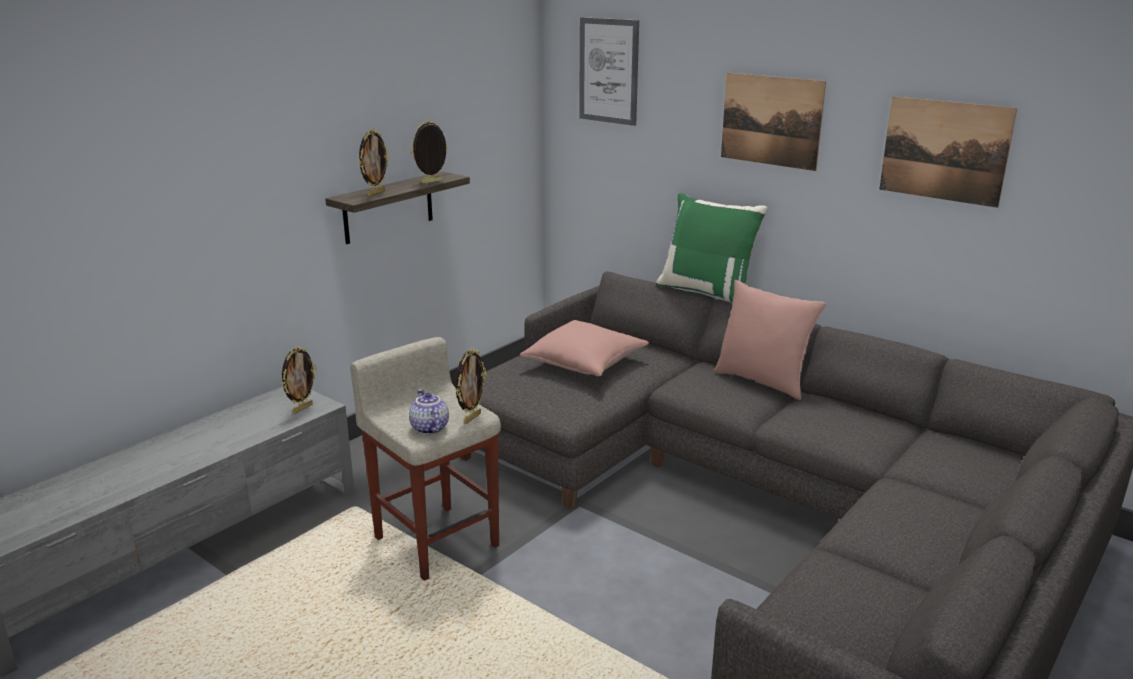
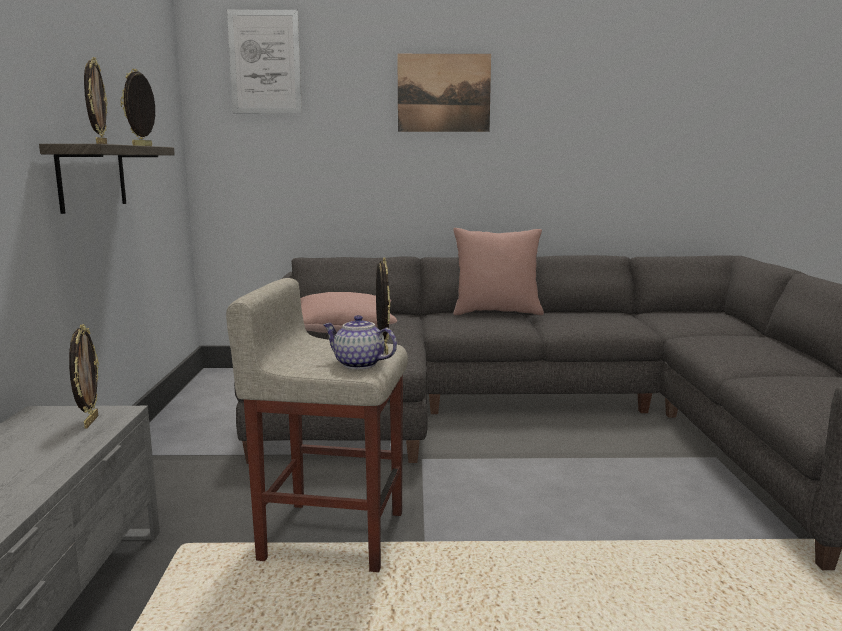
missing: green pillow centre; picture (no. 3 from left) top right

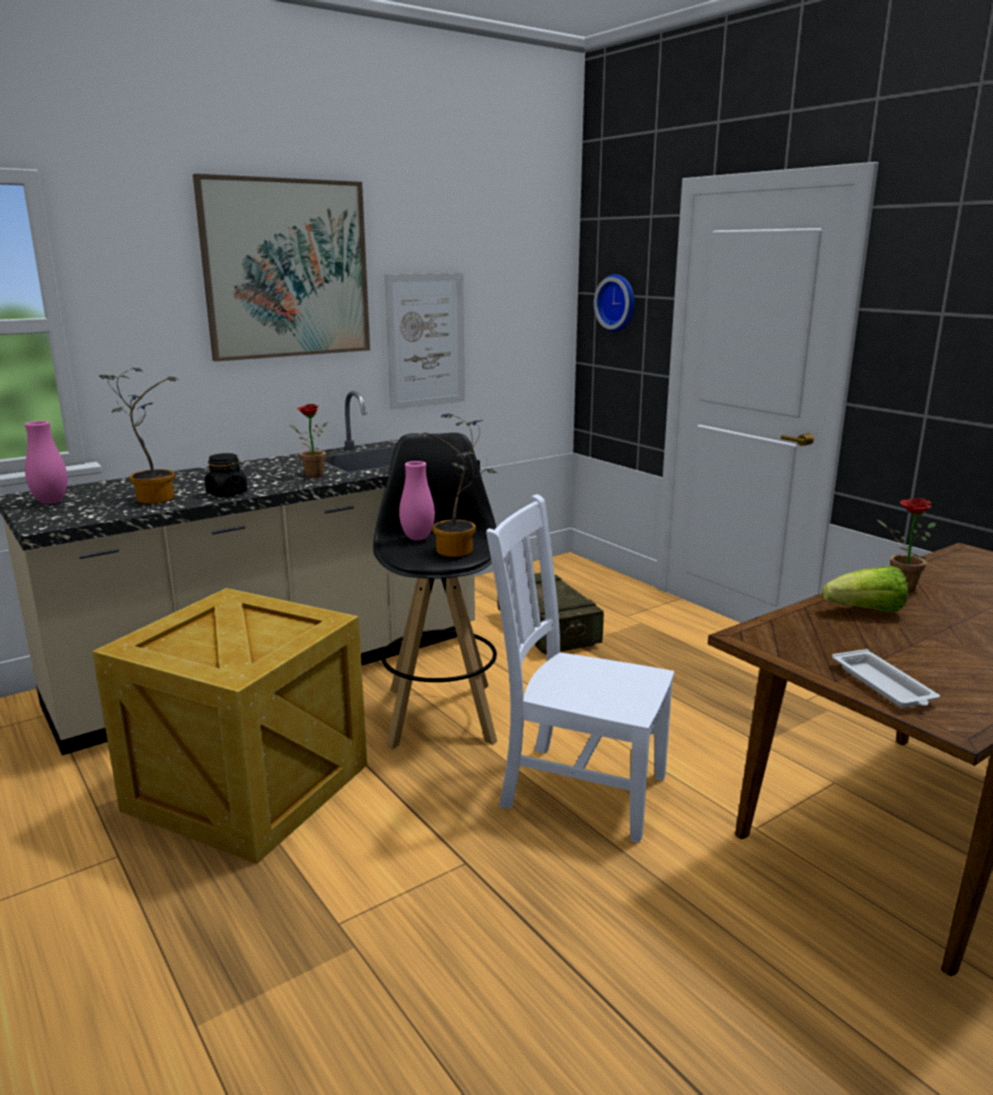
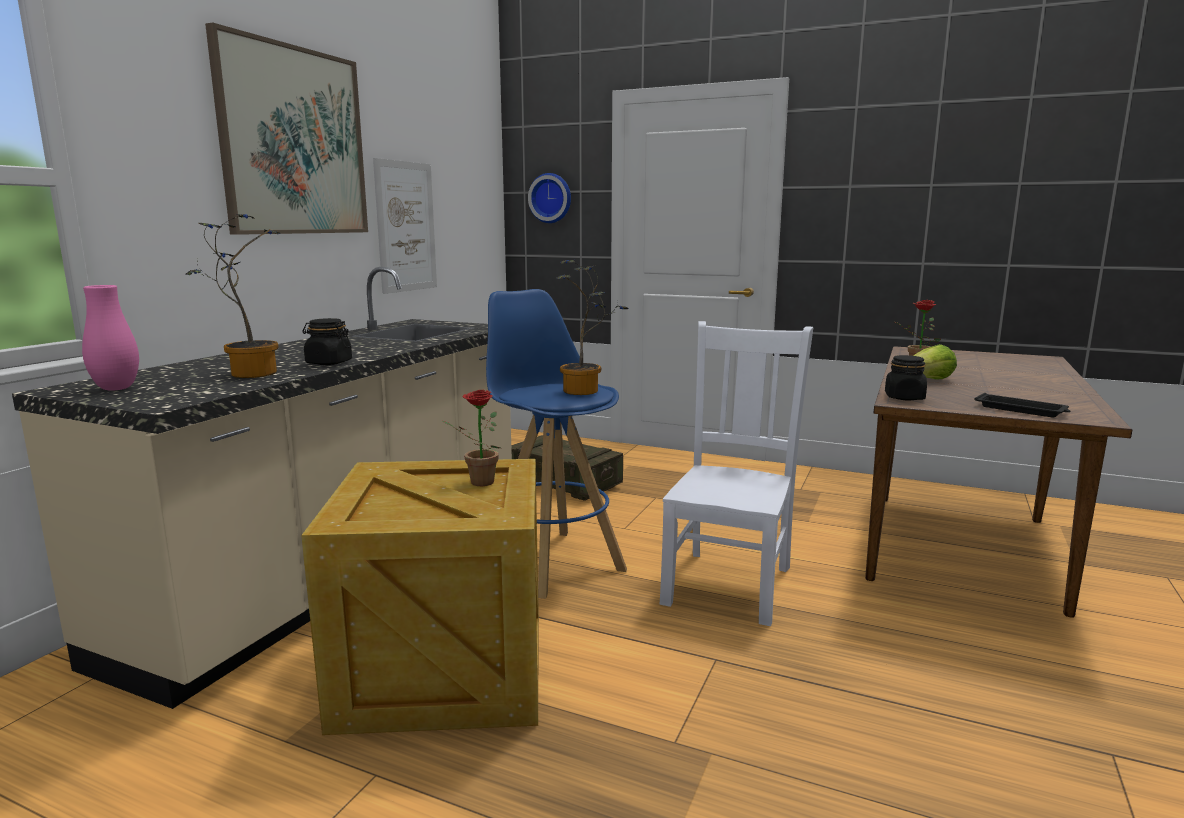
missing: pink vase (no. 2 from left) centre
appeared: black jar (no. 2 from left) middle right
relocated: potted plant (no. 2 from left) middle left to centre
colour: black stool centre to blue stool centre; white tray middle right to black tray middle right
spun: white chair centre = centre 120 degrees clockwise

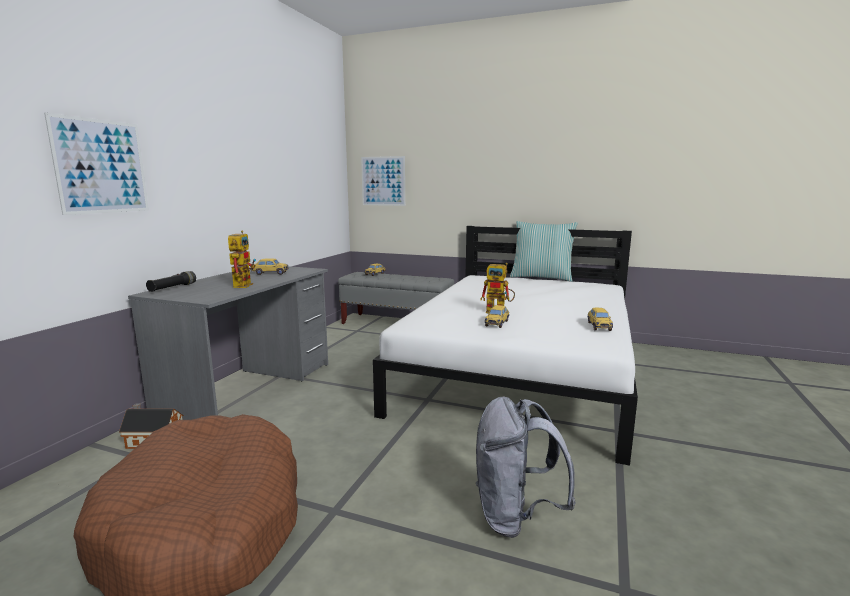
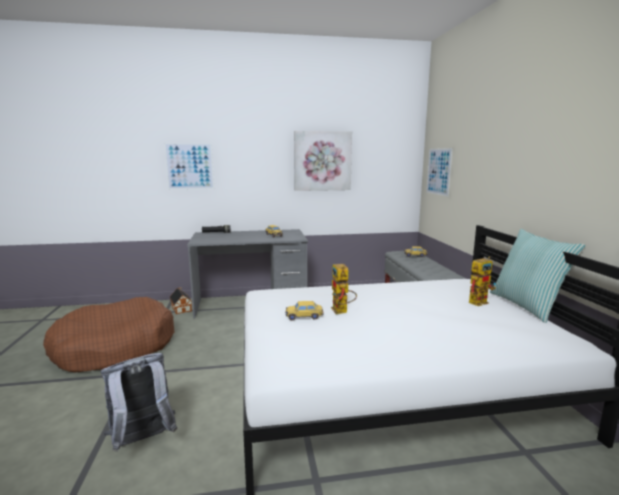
missing: toy car (no. 4 from left) middle right
appeared: picture (no. 2 from left) top centre
relocated: toy robot (no. 1 from left in the first image) middle left to toy robot (no. 2 from left) middle right

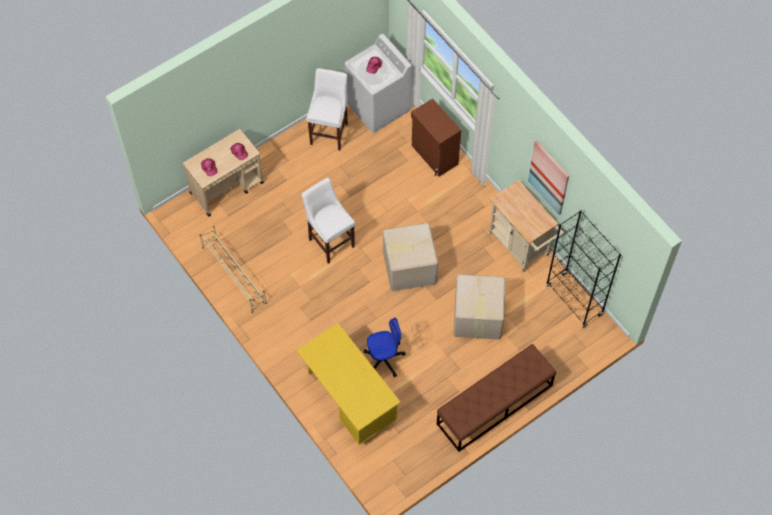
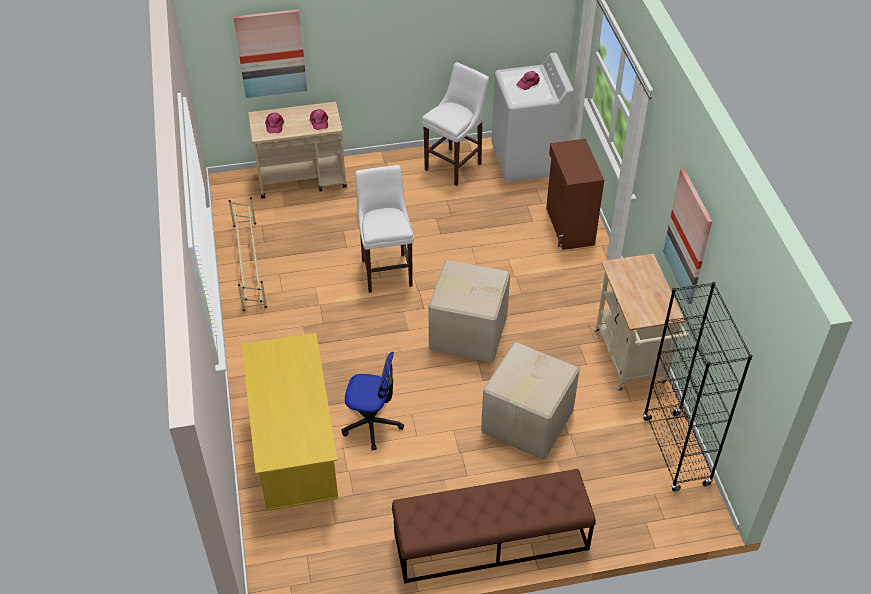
appeared: picture (no. 1 from left) top left

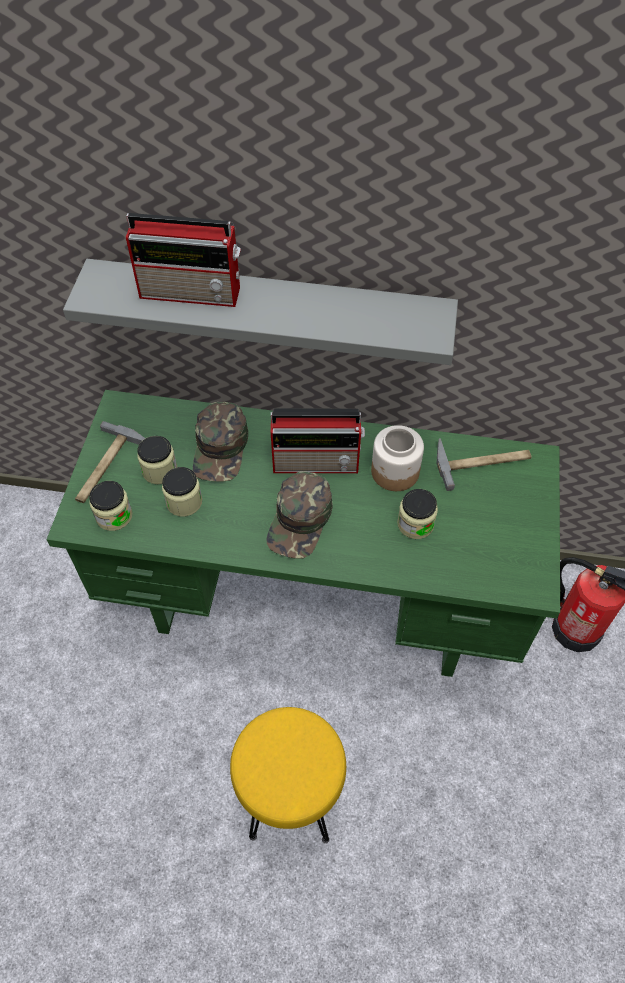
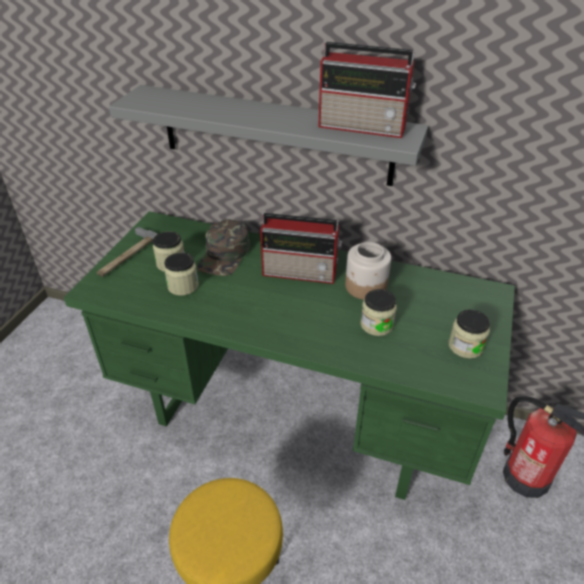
missing: green cap (no. 2 from left) centre; hammer (no. 2 from left) middle right
relocated: jar (no. 1 from left in the first image) middle left to jar (no. 5 from left) middle right; radio (no. 1 from left in the first image) top left to radio (no. 2 from left) top centre

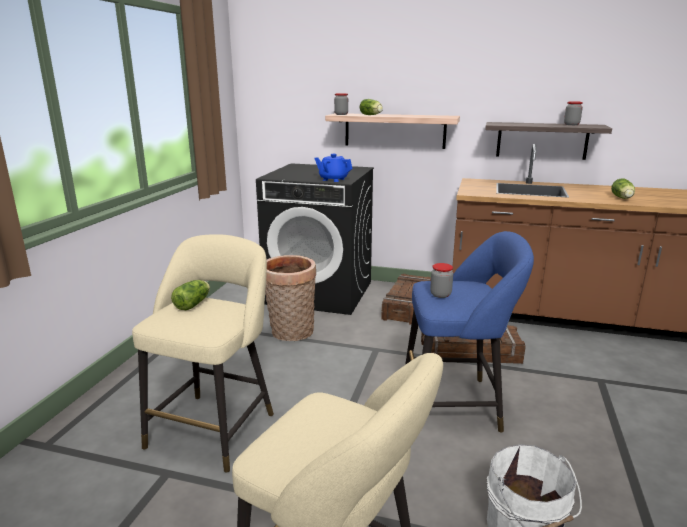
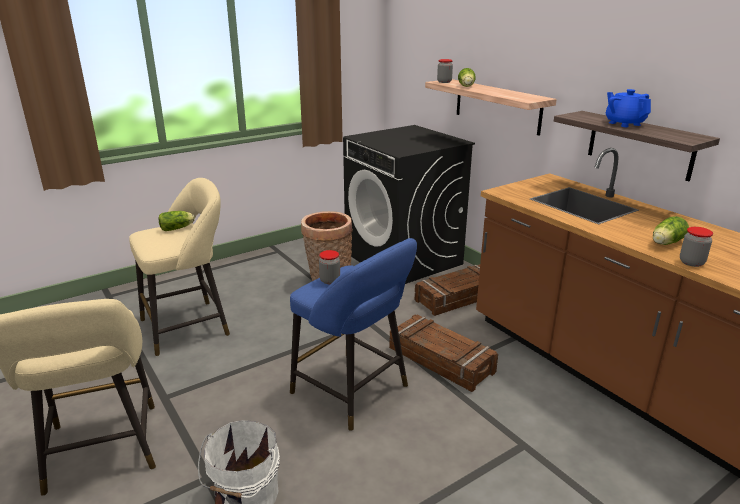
relocated: blue teapot top centre to top right; jar (no. 3 from left) top right to middle right

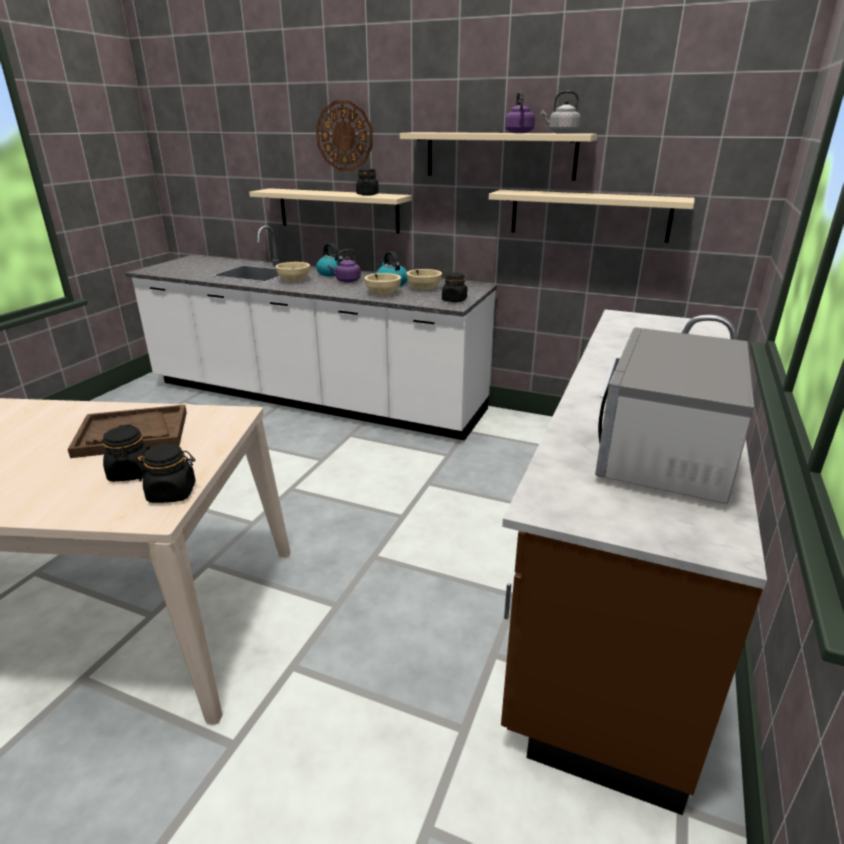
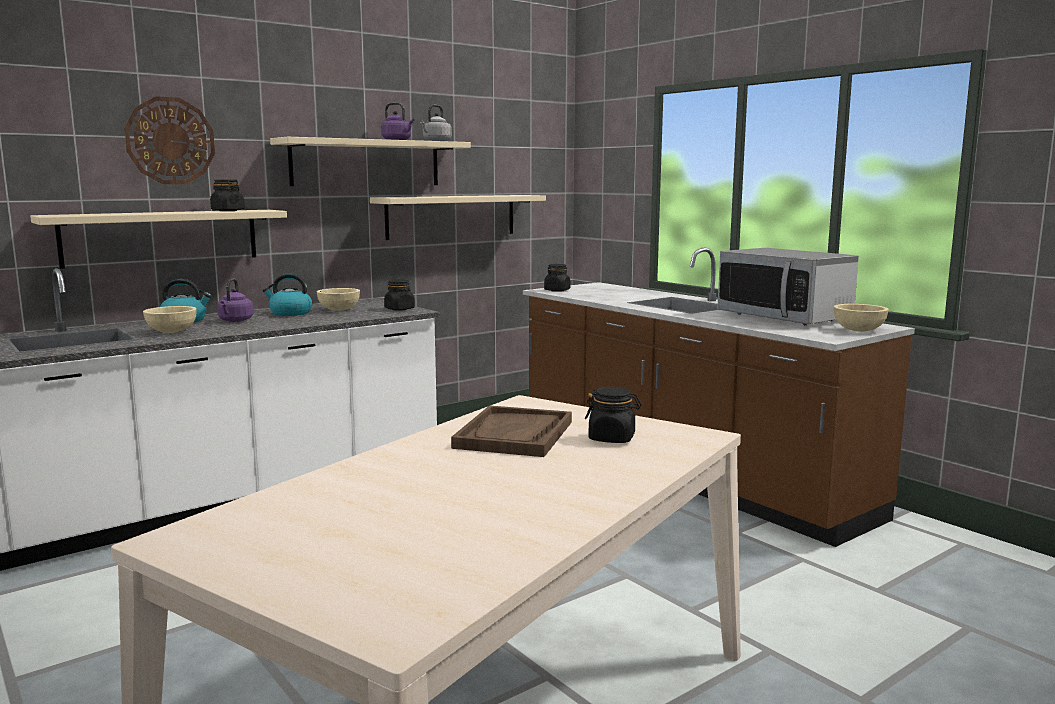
relocated: black jar (no. 2 from left in the first image) middle left to black jar (no. 3 from left) centre; beige bowl (no. 2 from left in the first image) centre to beige bowl (no. 3 from left) middle right

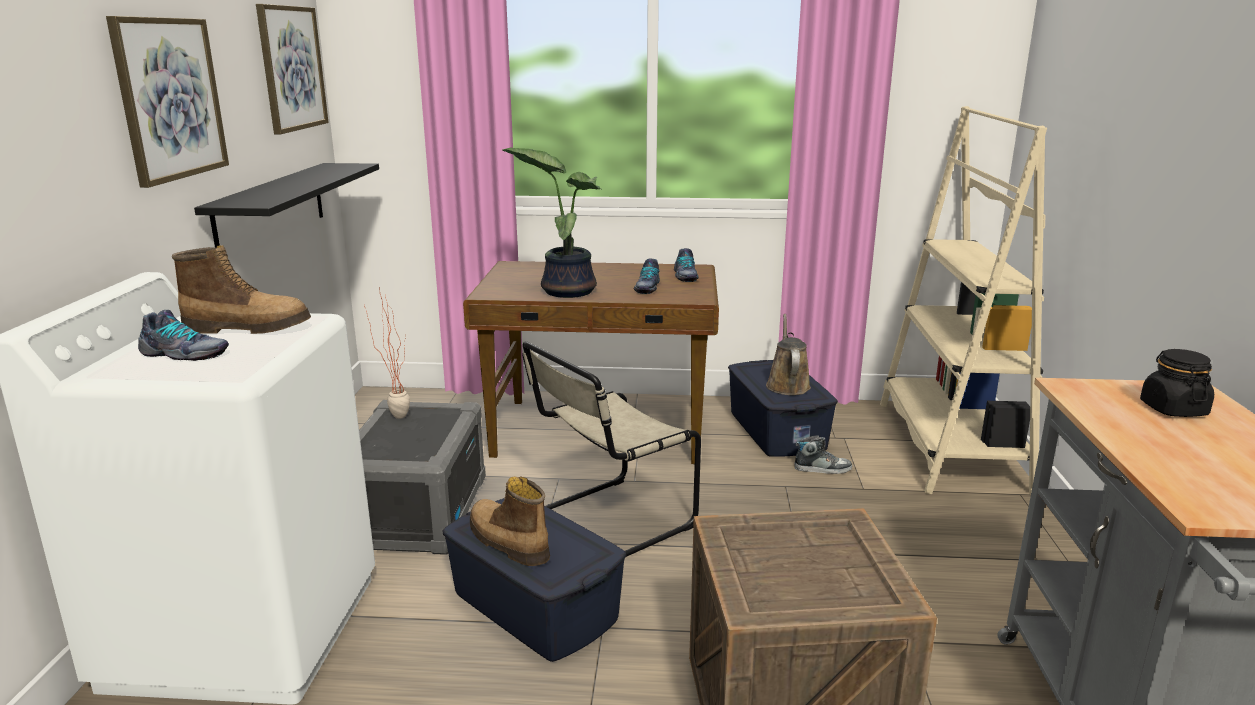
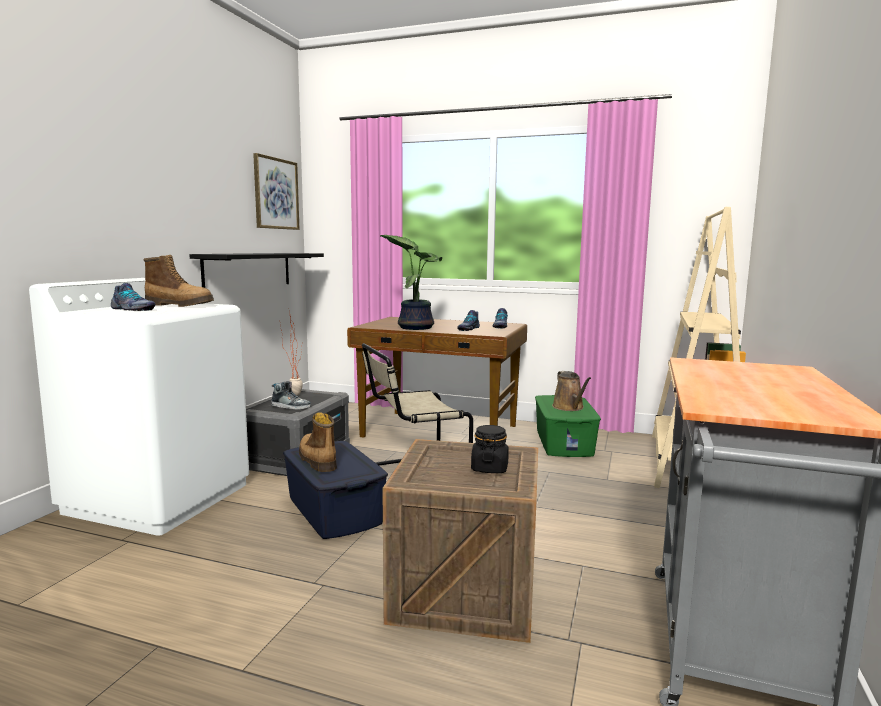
missing: picture (no. 1 from left) top left
relocated: shoe (no. 4 from left in the first image) centre to shoe (no. 2 from left) middle left; black jar middle right to centre
colour: blue storage box (no. 2 from left) centre to green storage box centre
spun: brown watering can centre = centre 150 degrees clockwise

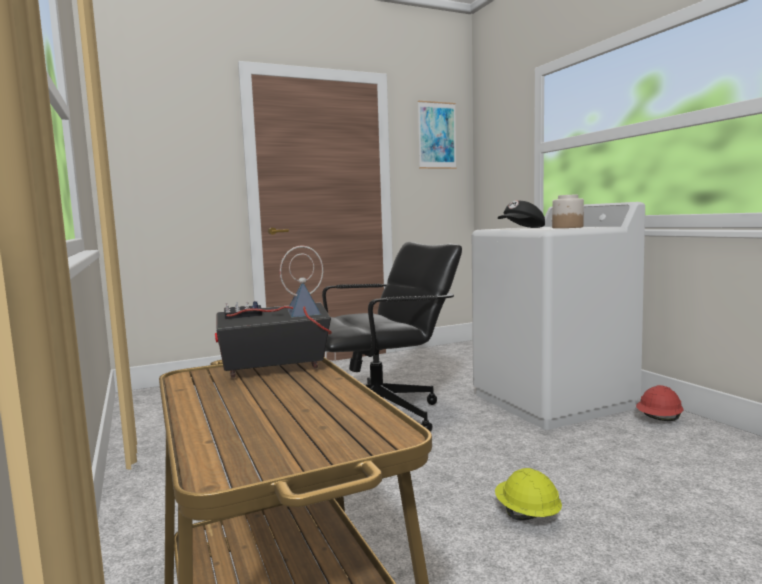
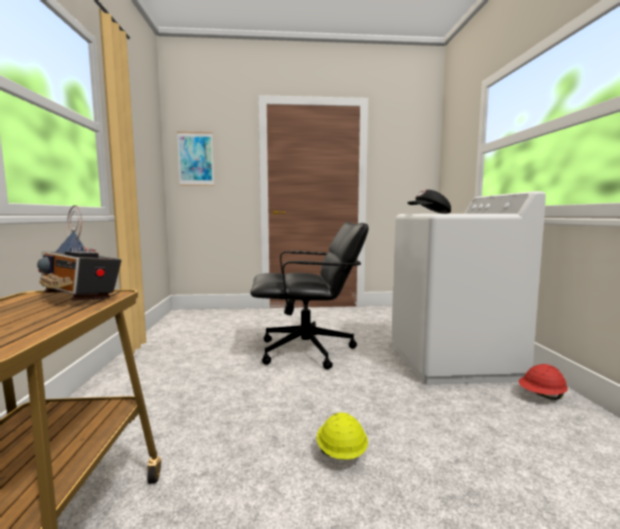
missing: jar middle right
relocated: picture top centre to top left
spun: radio centre = middle left 150 degrees counterclockwise

